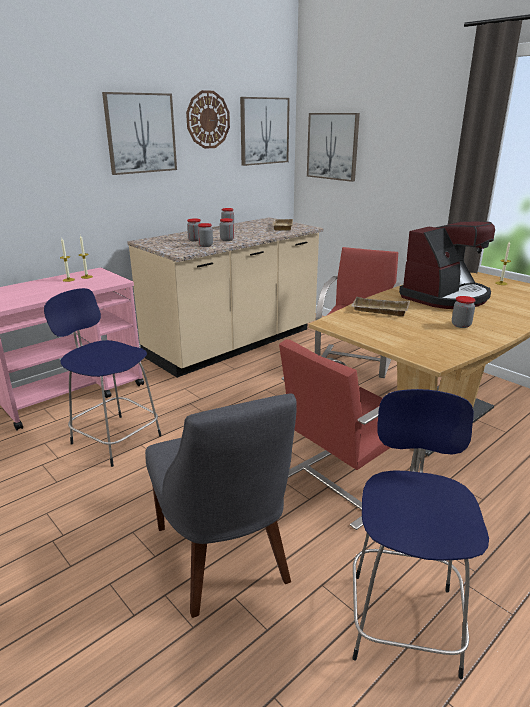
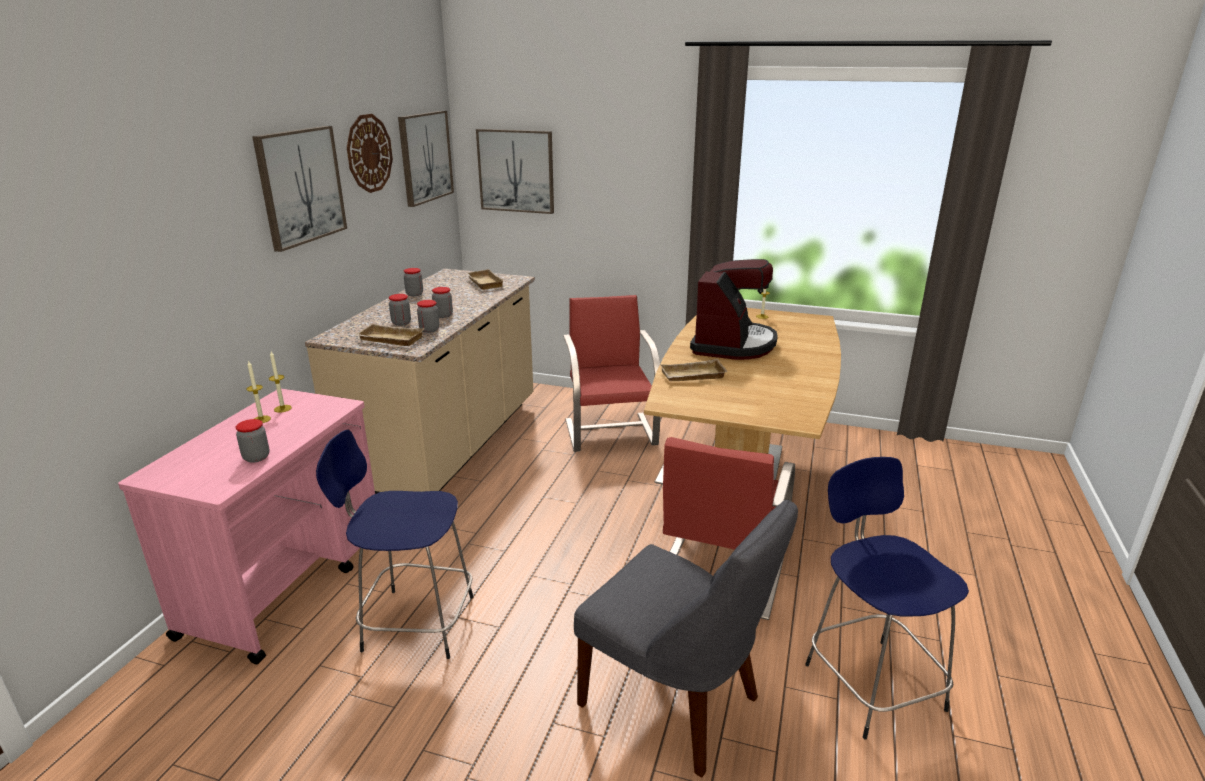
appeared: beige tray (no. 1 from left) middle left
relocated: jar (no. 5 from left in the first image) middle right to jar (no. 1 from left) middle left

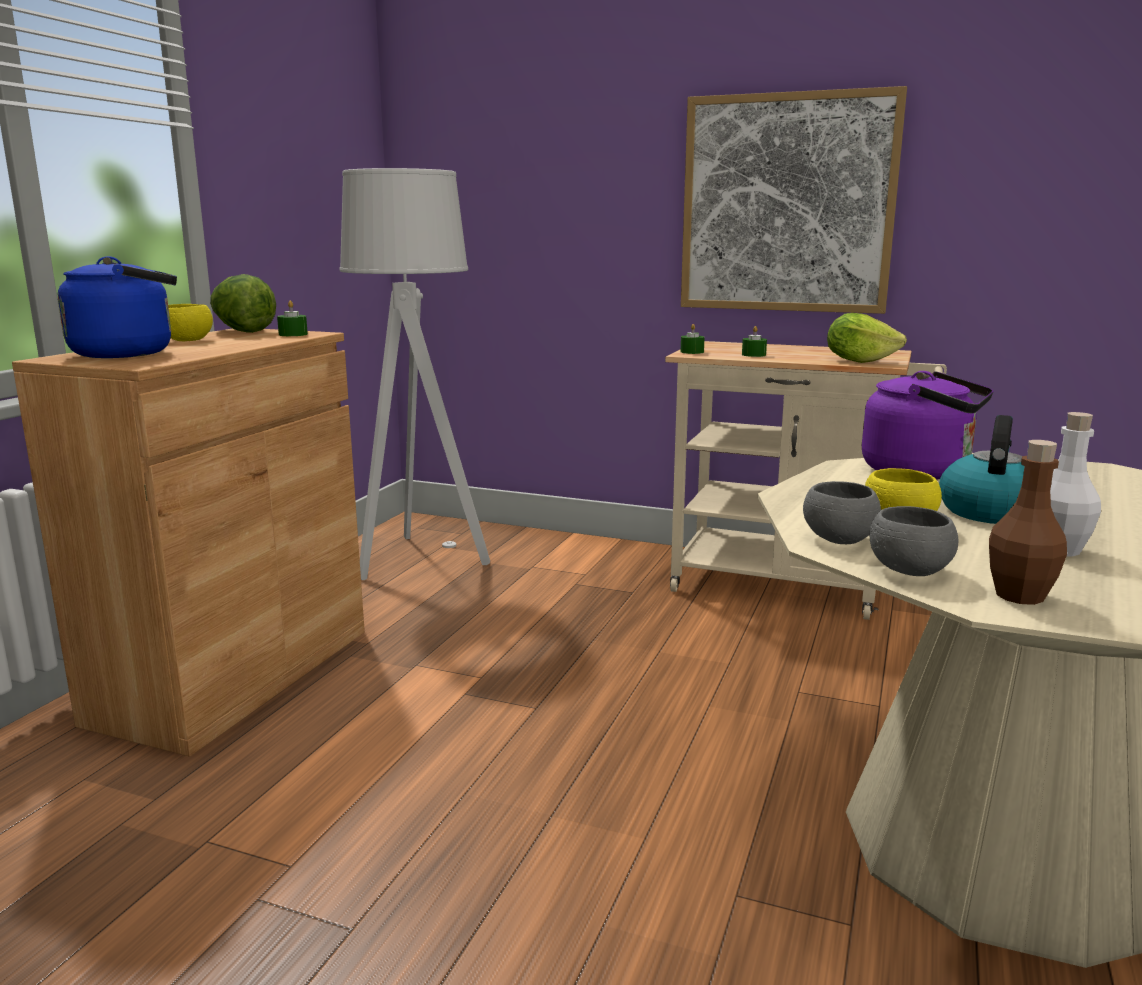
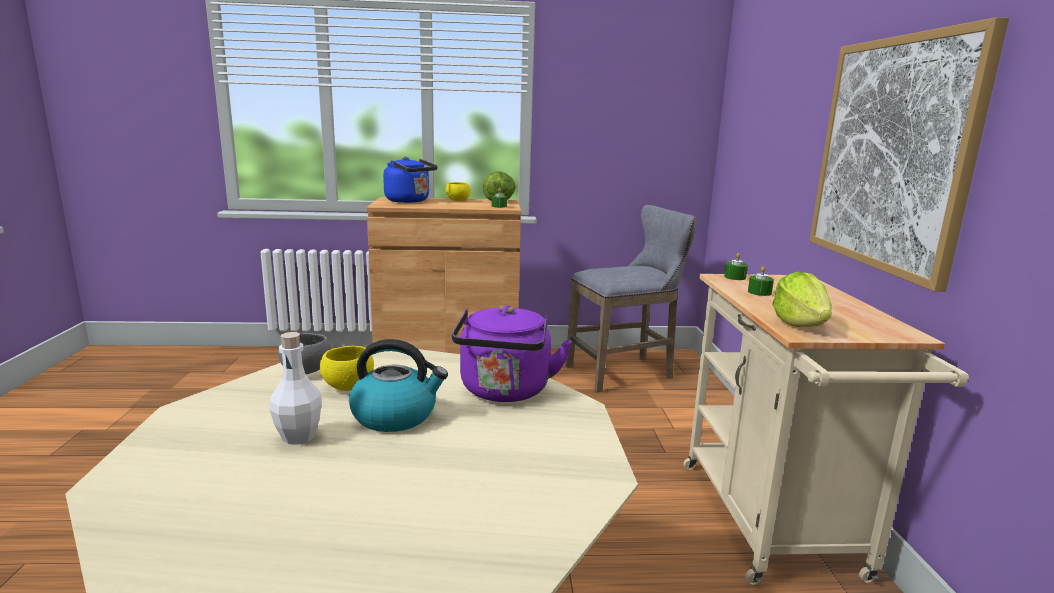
missing: grey bowl (no. 2 from left) middle right; brown bottle middle right
exchanged: grey floor lamp centre to grey stool centre

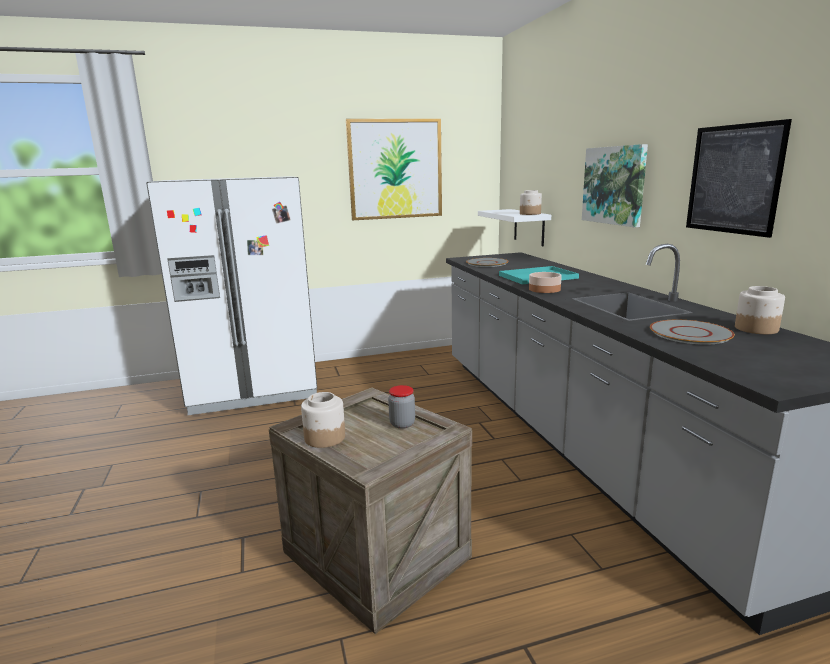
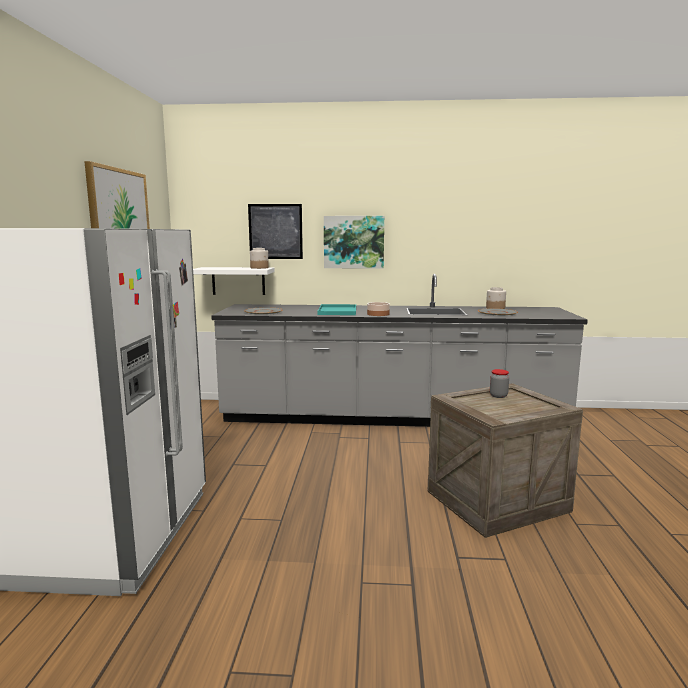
missing: jar (no. 1 from left) centre
relocated: picture (no. 3 from left in the first image) top right to picture (no. 2 from left) centre

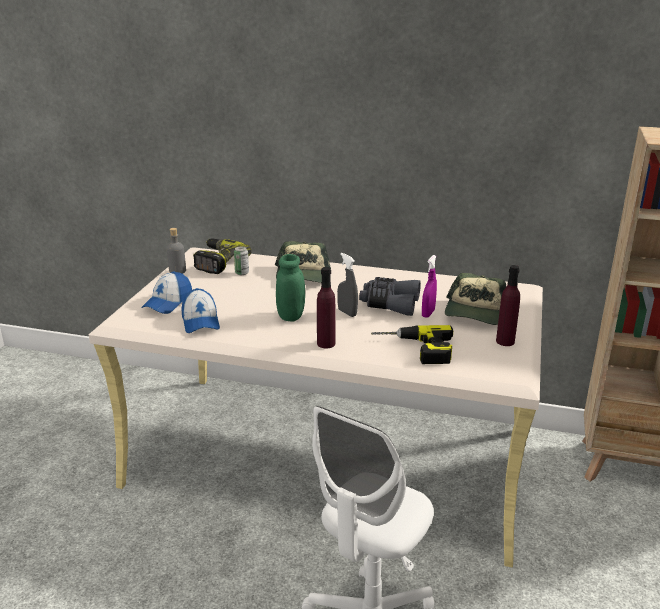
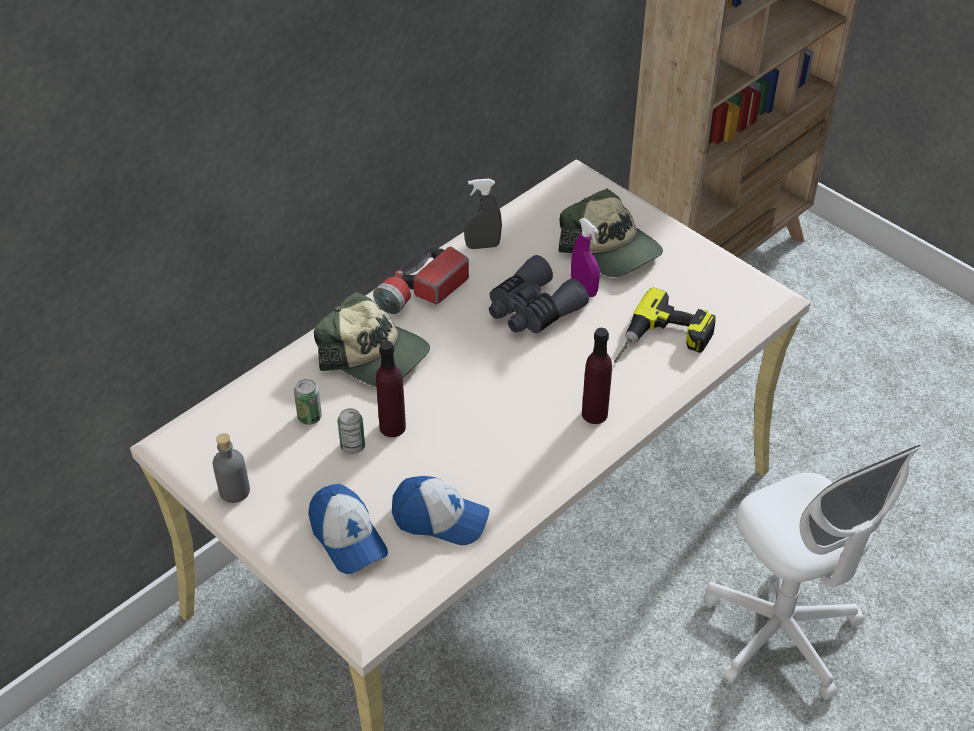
missing: power drill (no. 1 from left) centre; green jar centre
appeared: can (no. 2 from left) centre; flashlight centre
relocated: grey spray bottle centre to top centre; purple bottle (no. 2 from left in the first image) middle right to purple bottle (no. 1 from left) centre

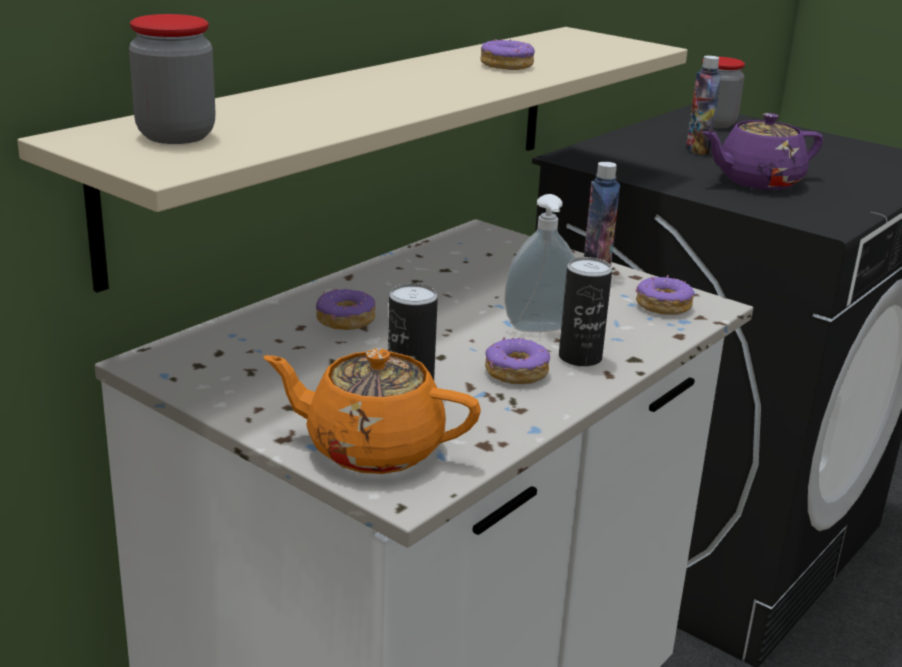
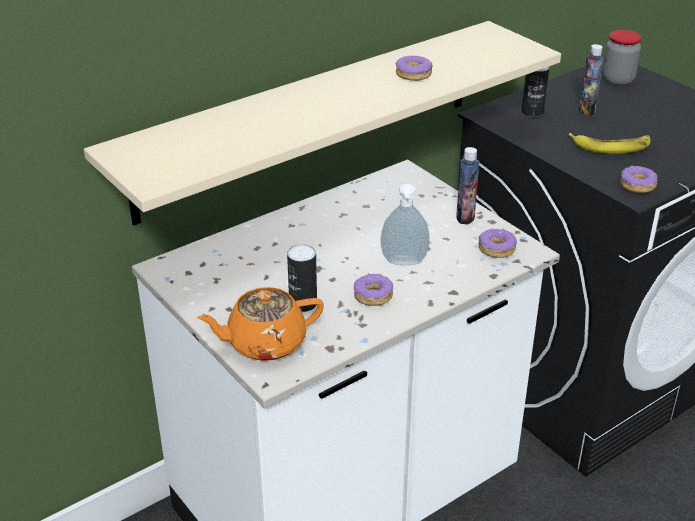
missing: jar (no. 1 from left) top left
relocated: donut (no. 1 from left in the first image) centre to donut (no. 4 from left) middle right; can (no. 2 from left) centre to top right
exchanged: purple teapot top right to banana top right
spun: orange teapot centre = centre 45 degrees counterclockwise

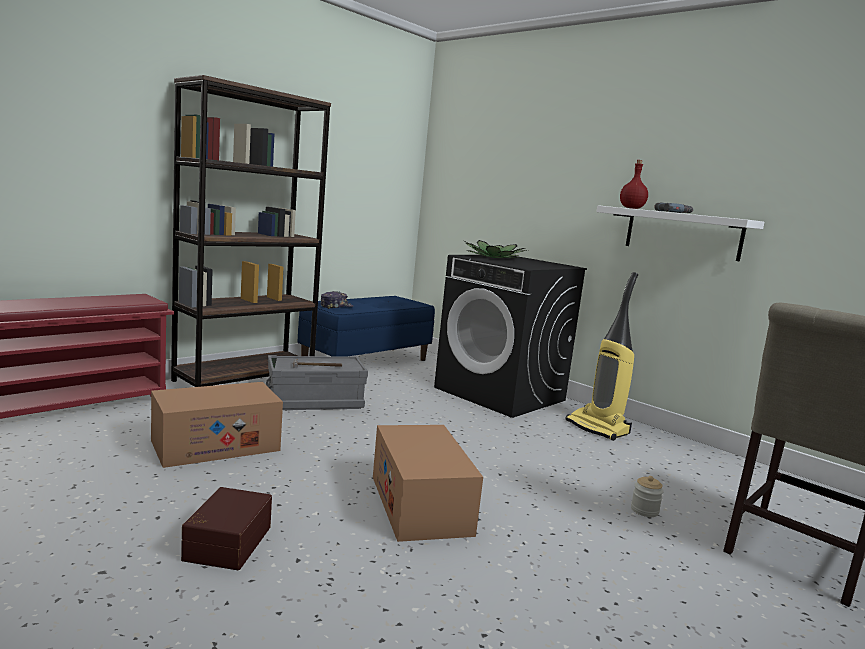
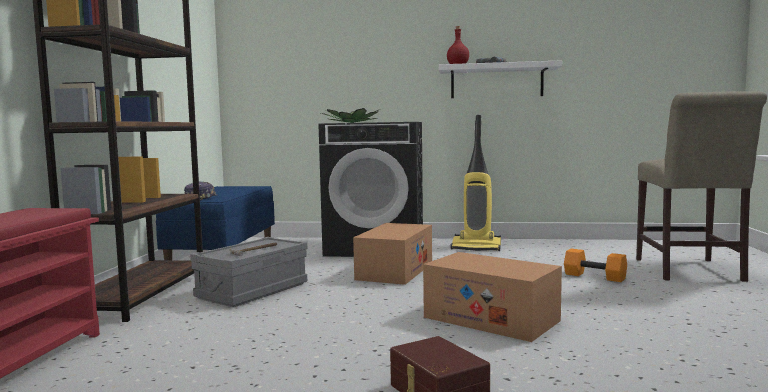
relocated: cardboard box (no. 1 from left) middle left to centre
exchanged: jar bottom right to orange dumbbell bottom right

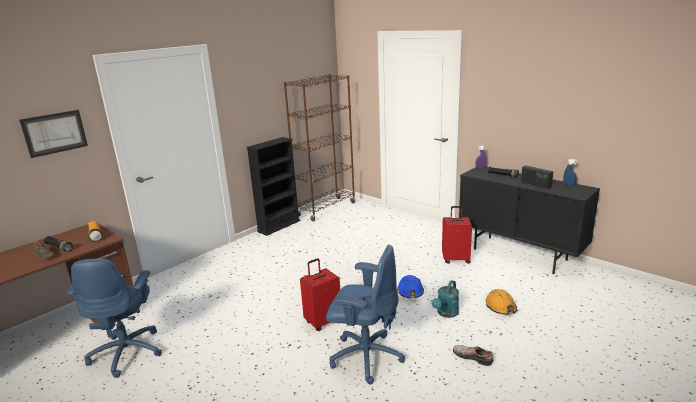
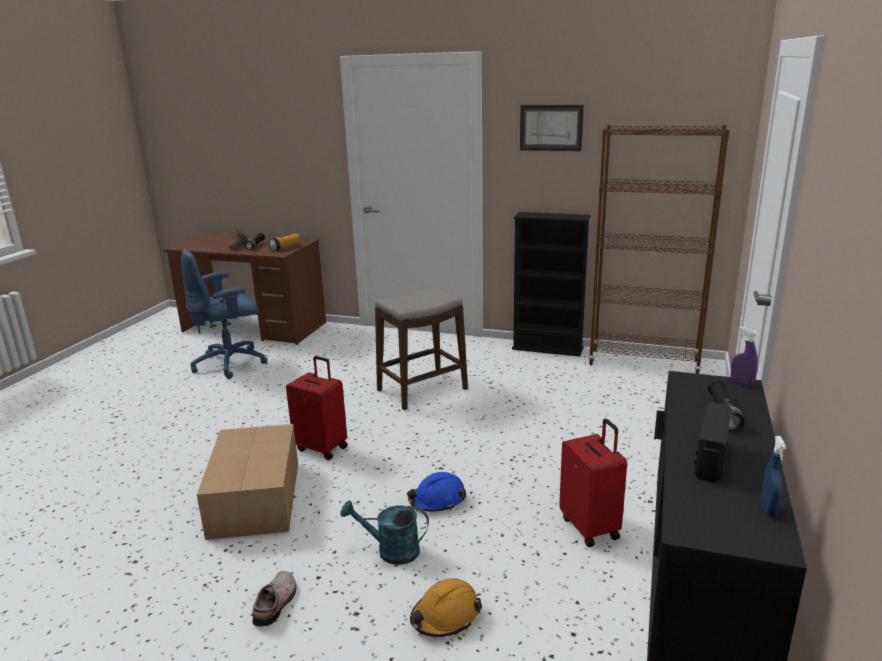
appeared: stool centre
relocated: picture middle left to top centre
exchanged: blue office chair (no. 2 from left) bottom centre to cardboard box bottom left

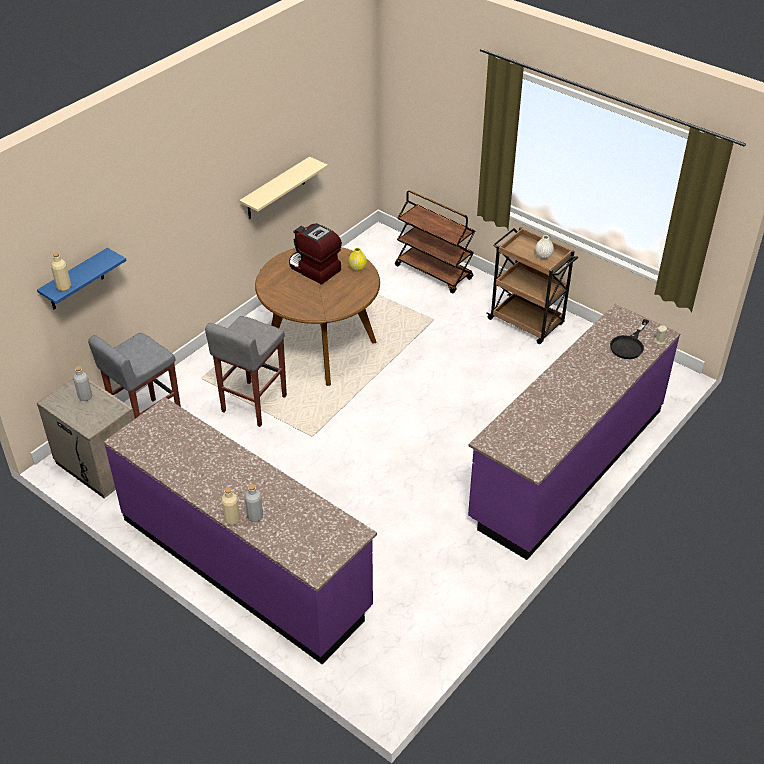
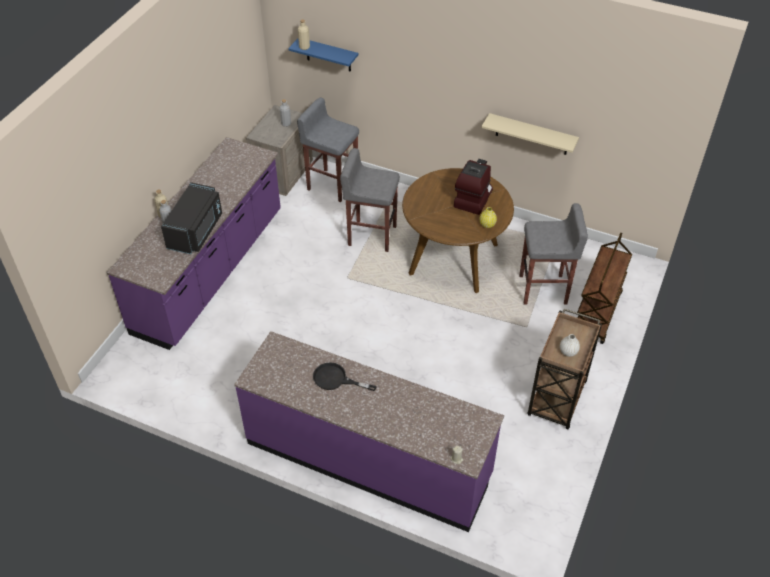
appeared: black microwave middle left; grey stool (no. 3 from left) middle right
relocated: black frying pan middle right to centre

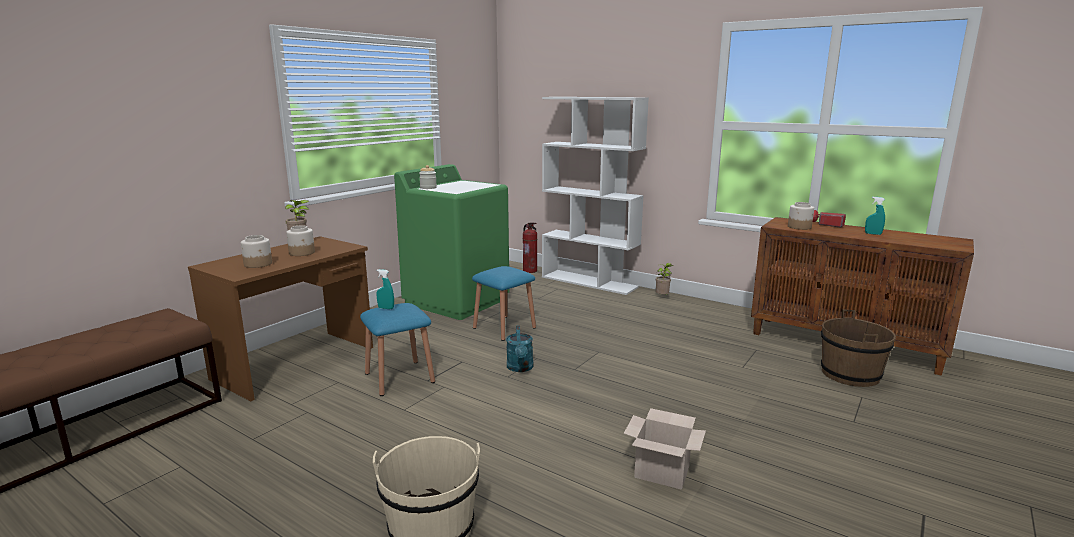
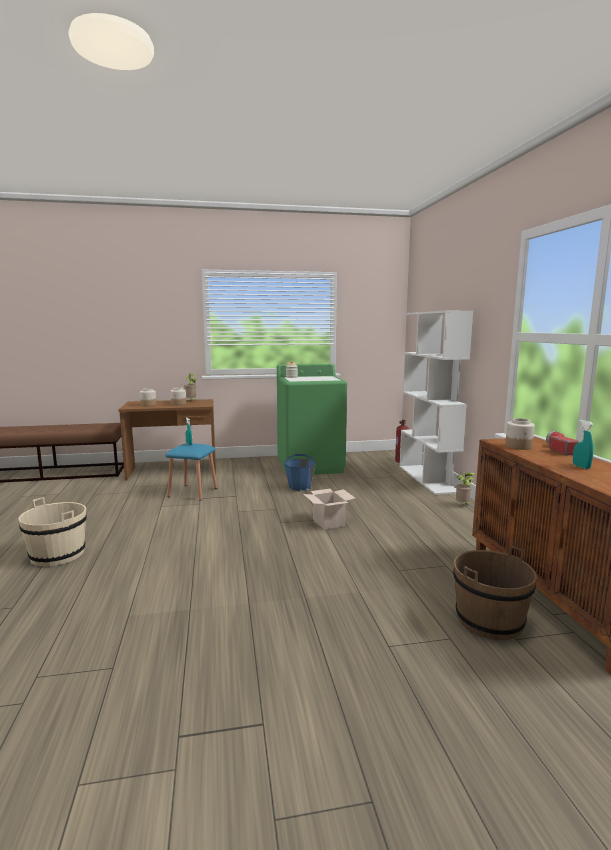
missing: turquoise watering can centre
relocated: cardboard box bottom centre to centre
exchanged: blue stool (no. 2 from left) centre to blue bucket centre

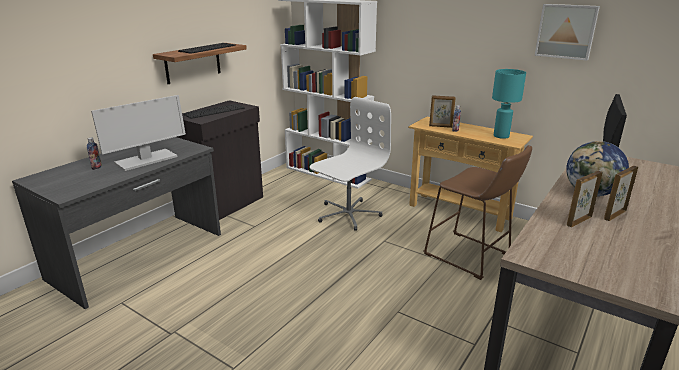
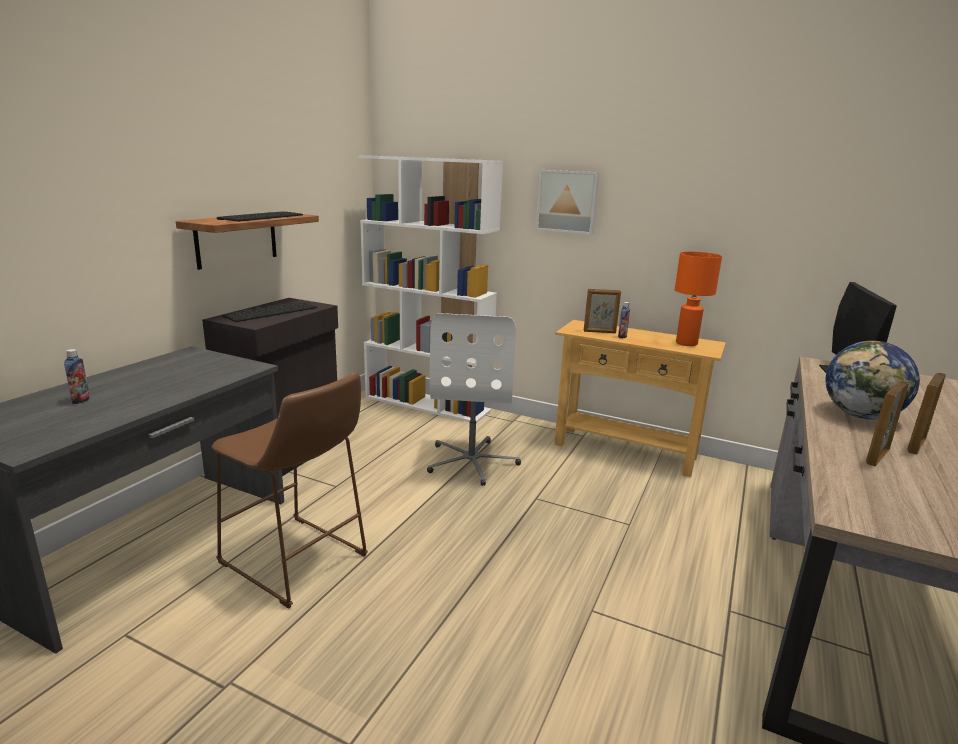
missing: monitor (no. 1 from left) middle left
relocated: brown stool middle right to middle left; picture top right to top centre
colour: turquoise table lamp top right to orange table lamp middle right
spun: white office chair centre = centre 150 degrees clockwise

